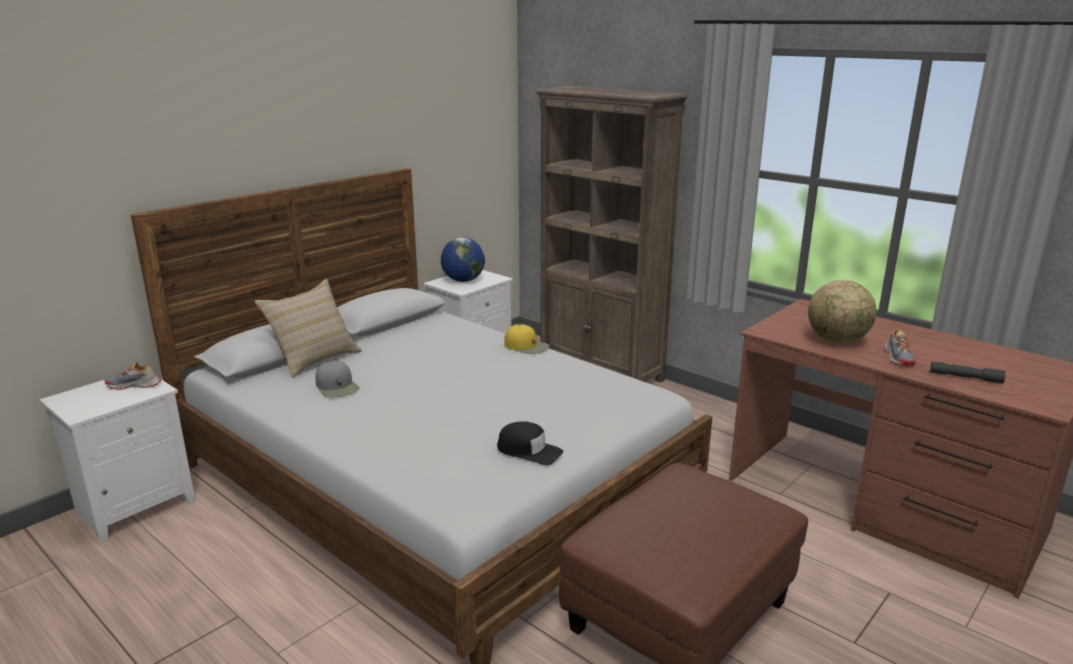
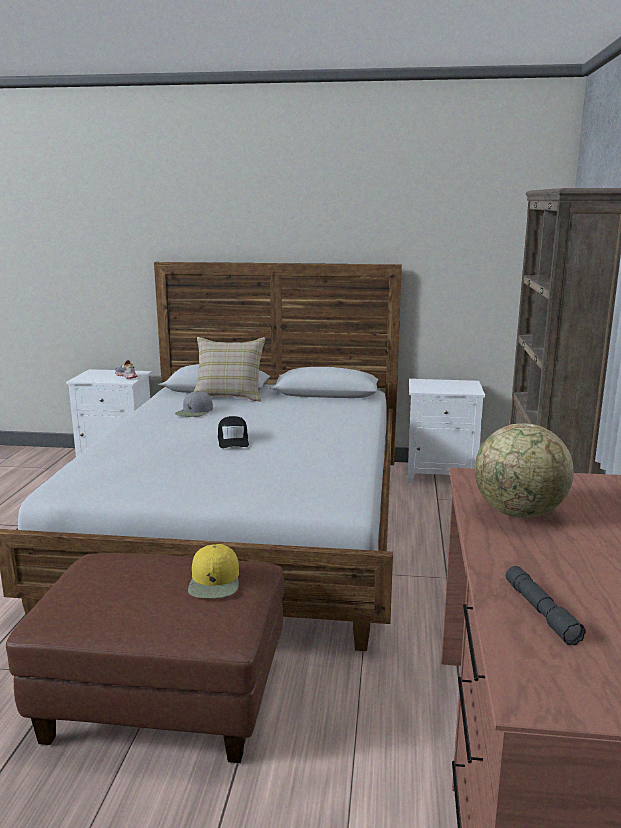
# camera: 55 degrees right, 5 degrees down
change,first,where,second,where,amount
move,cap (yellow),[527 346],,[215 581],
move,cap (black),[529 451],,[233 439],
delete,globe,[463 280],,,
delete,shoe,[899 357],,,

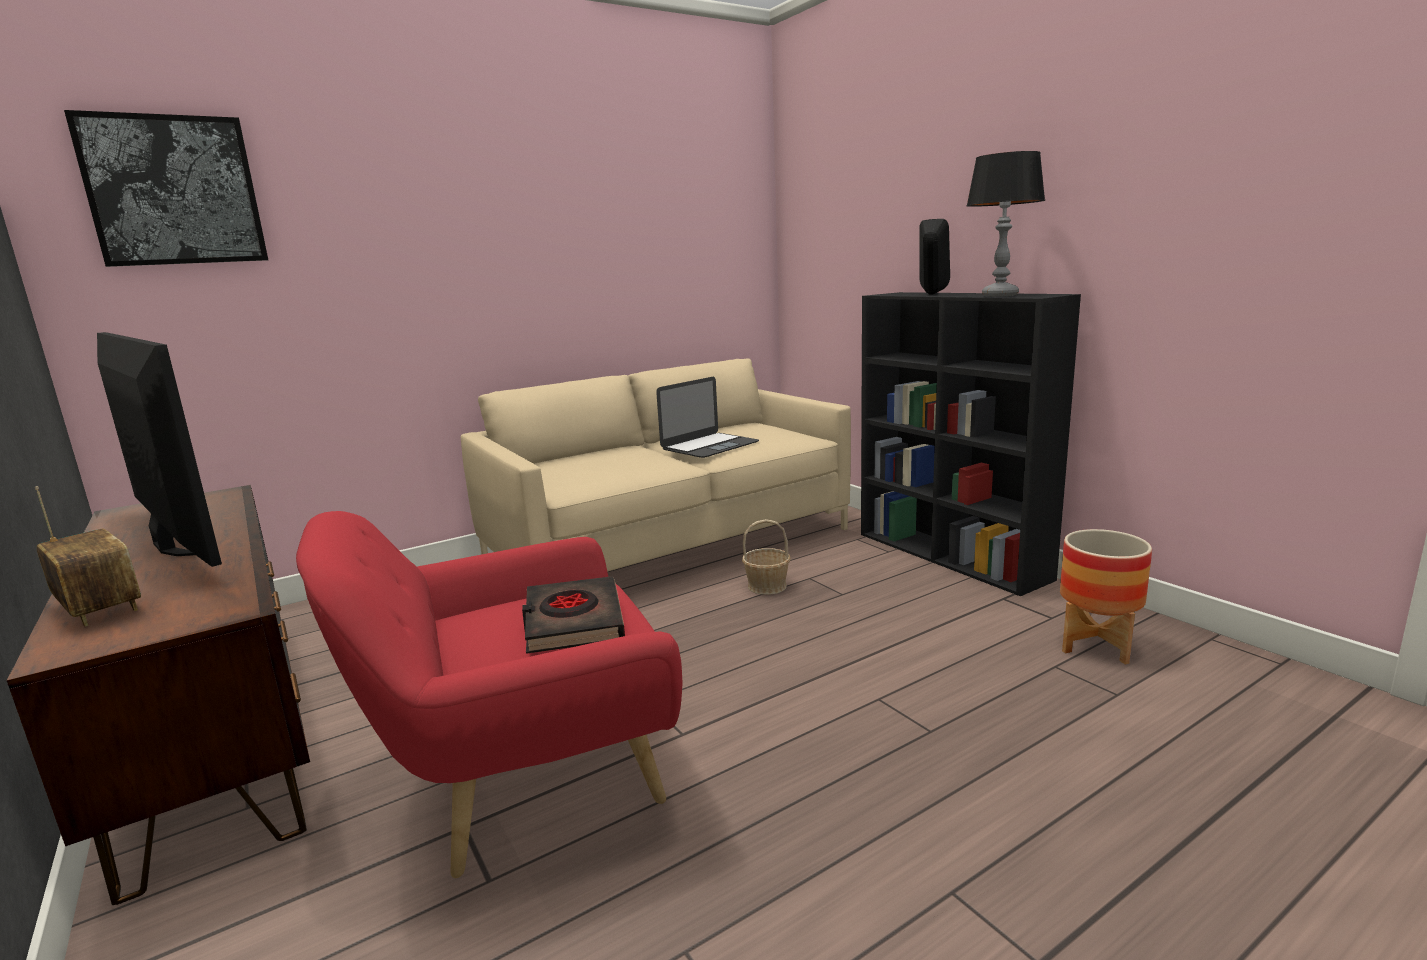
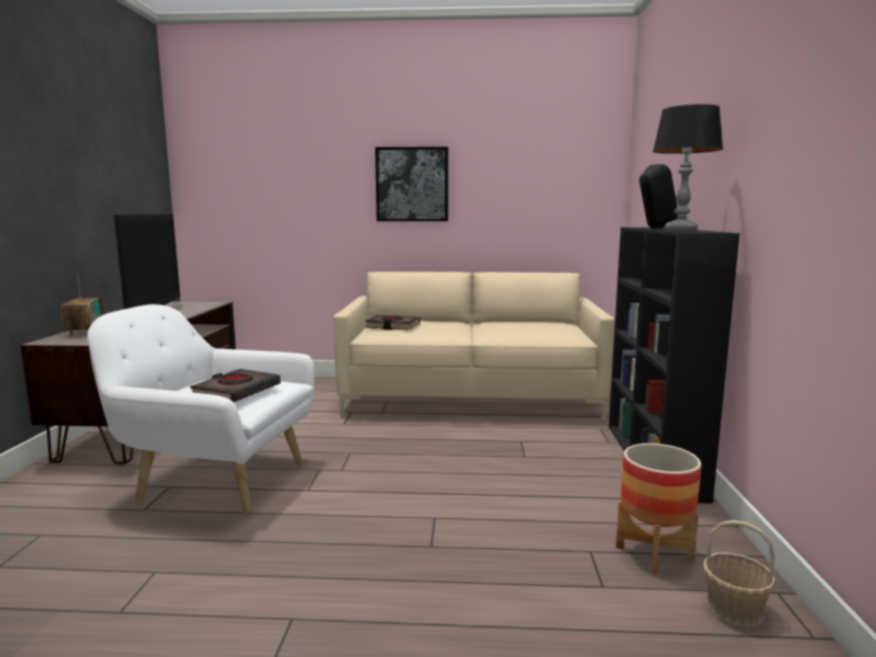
# camera: 35 degrees right, 5 degrees down
change,first,where,second,where,amount
recolor,armchair (red),[525 781],armchair (white),[216 480],
insert,,,book (black),[393 326],
move,picture,[174 191],,[412 184],
move,basket,[767 586],,[734 609],
delete,laptop,[710 445],,,

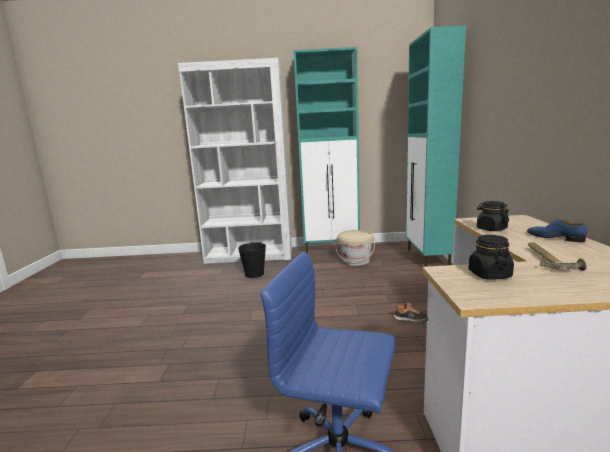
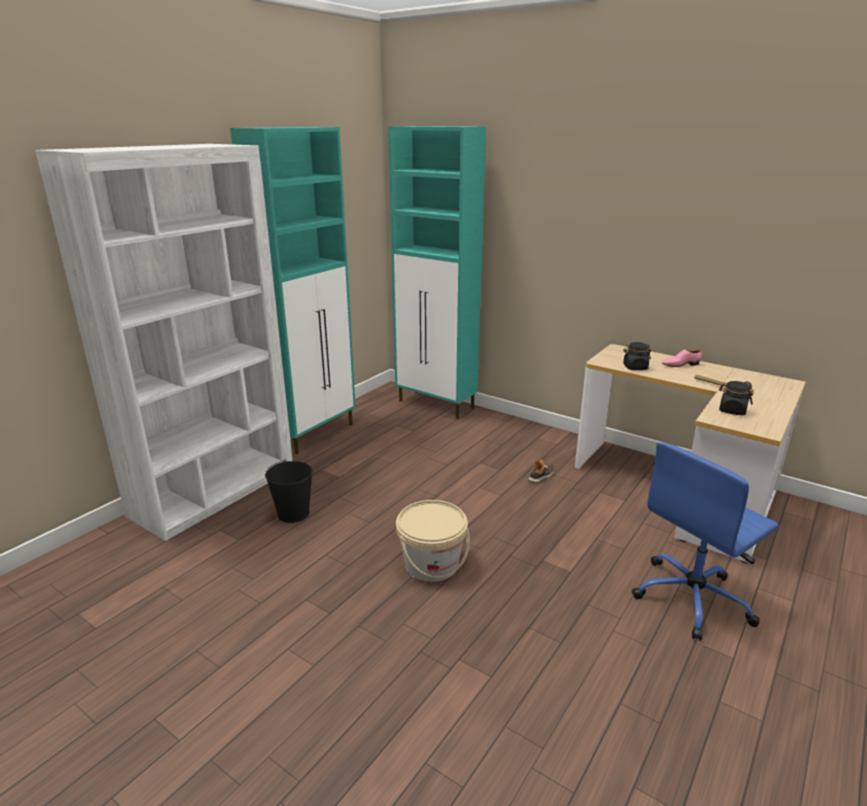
# camera: 55 degrees left, 10 degrees up
change,first,where,second,where,amount
move,bucket (beige),[355 261],,[432 564],
recolor,shoe (blue),[554 238],shoe (pink),[680 364],

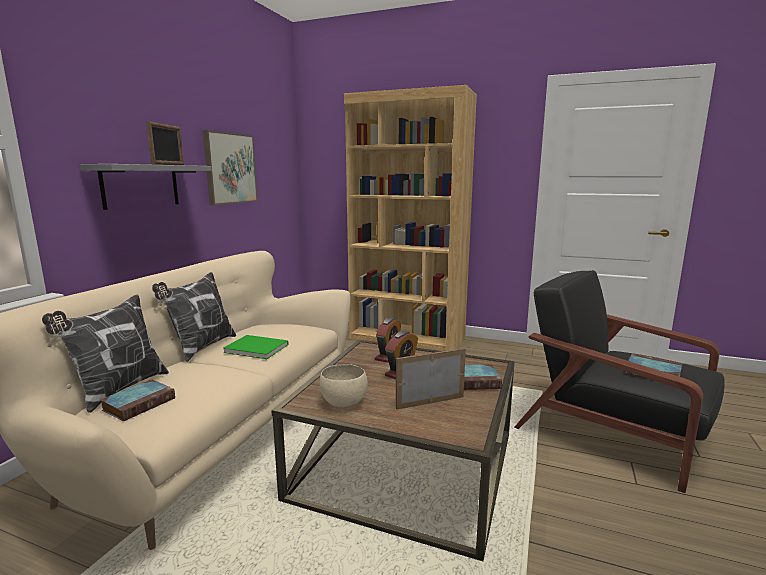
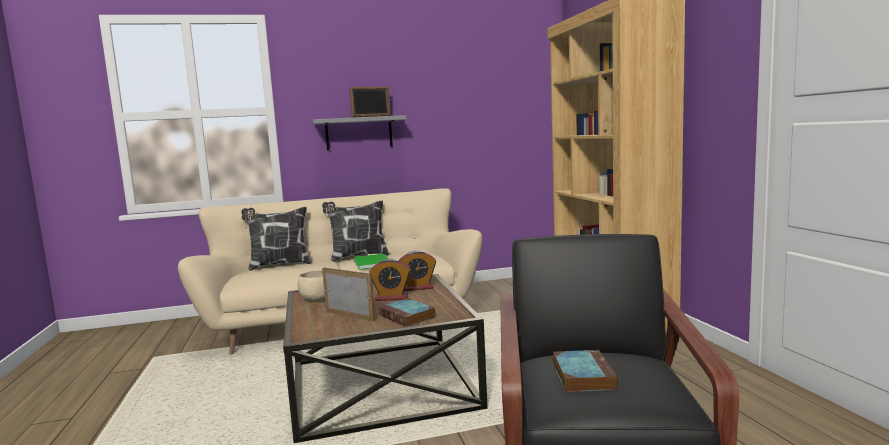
# camera: 55 degrees right, 5 degrees down
change,first,where,second,where,amount
delete,book,[140 403],,,
delete,picture,[230 168],,,

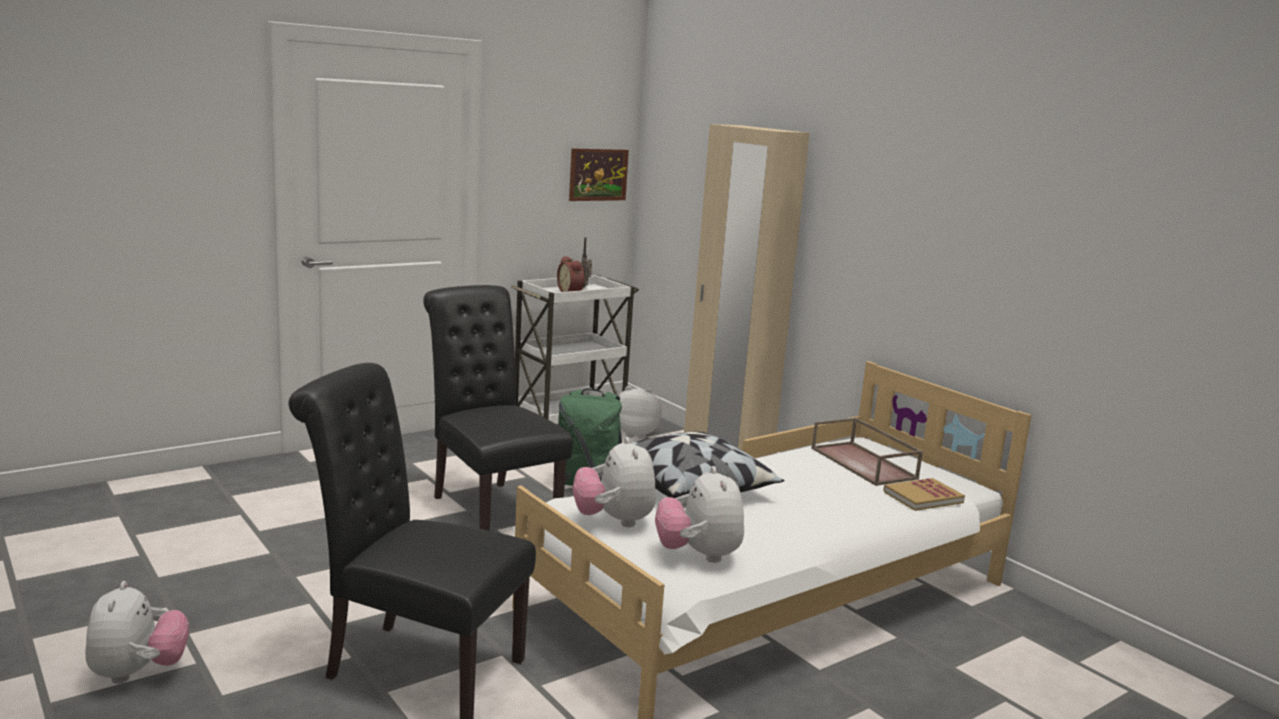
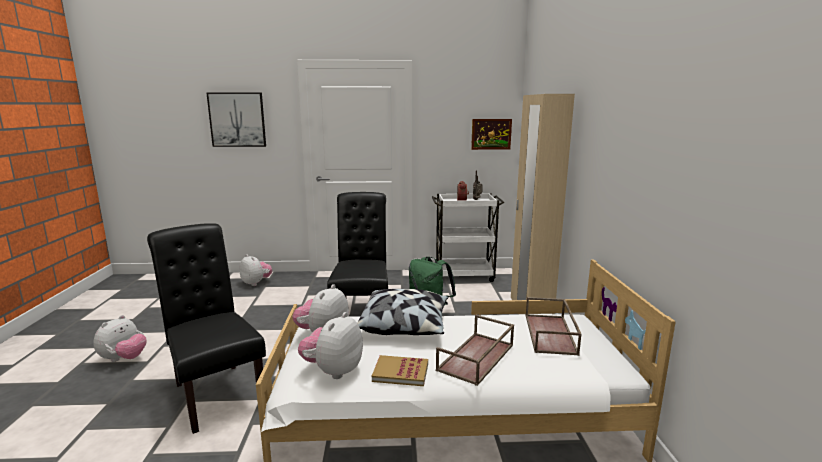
# camera: 35 degrees right, 0 degrees up
change,first,where,second,where,amount
insert,,,picture,[237 119],
move,plush toy,[637 434],,[256 283],
move,book,[923 497],,[400 372],
insert,,,tray (brown),[476 358],

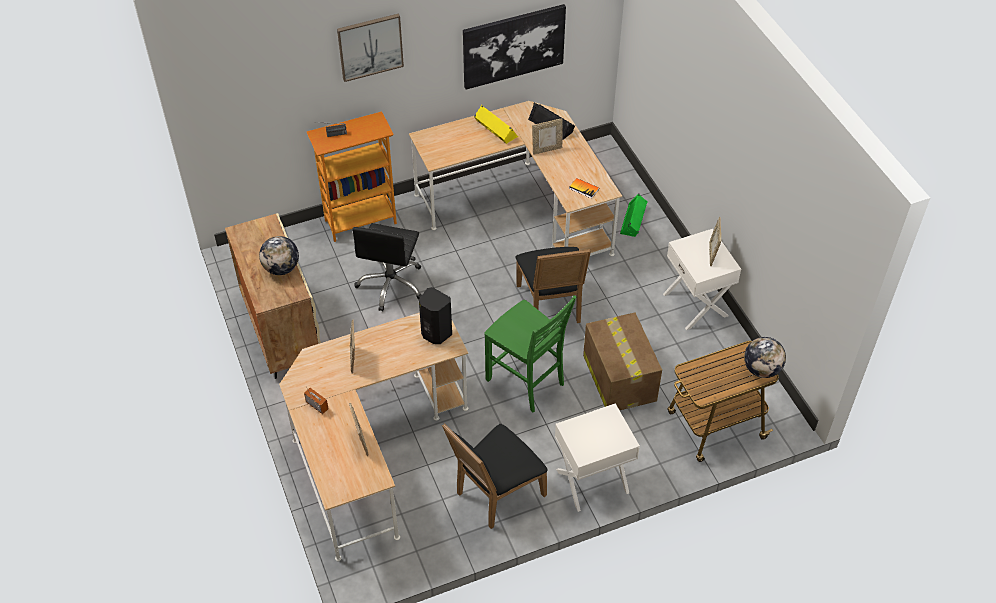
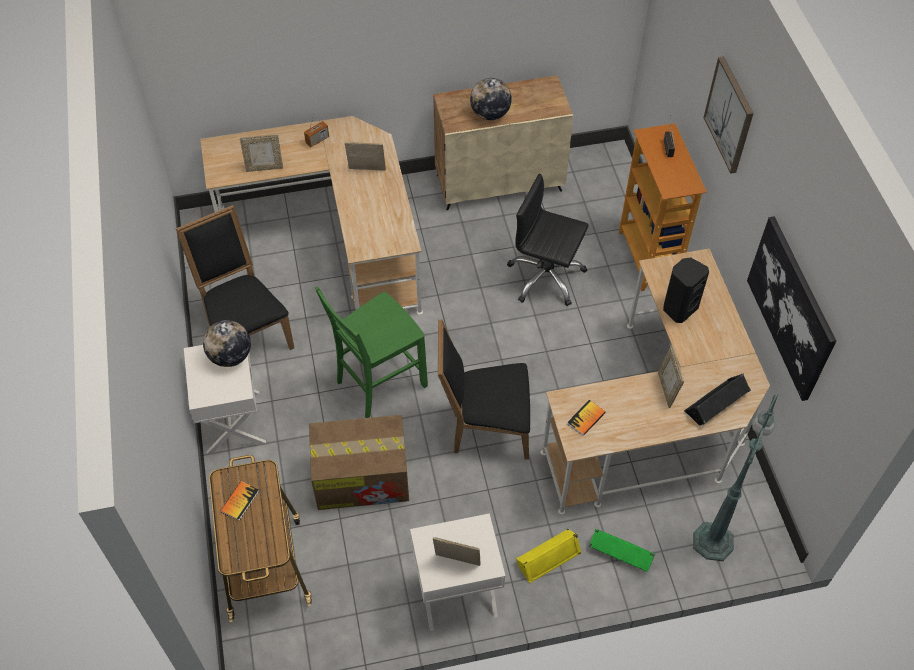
# camera: 100 degrees right, 5 degrees up
change,first,where,second,where,amount
move,globe,[761 369],,[230 356],
insert,,,book,[240 501],
move,speaker (yellow),[495 129],,[548 556],
move,speaker (black),[435 334],,[679 308],
insert,,,floor lamp (green),[714 539],

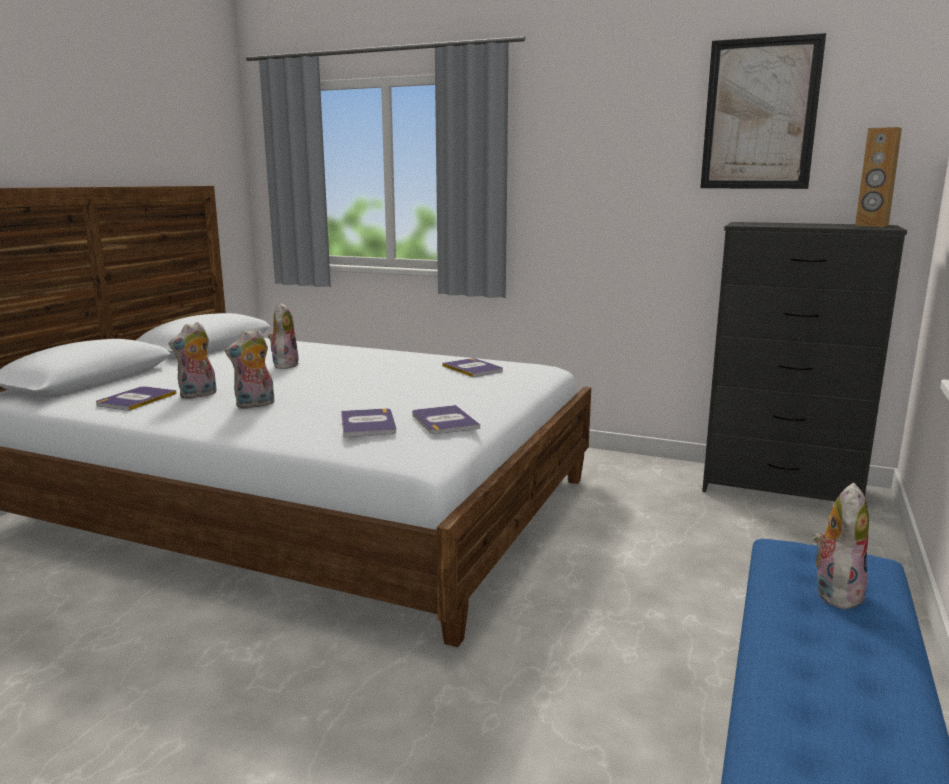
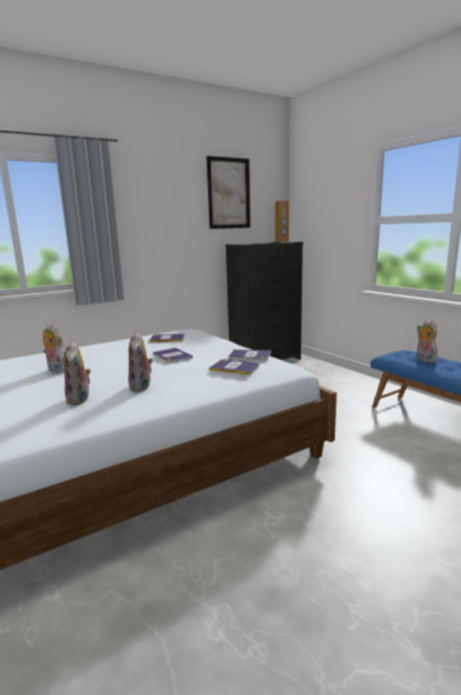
# camera: 55 degrees left, 0 degrees up
change,first,where,second,where,amount
move,book,[136 399],,[172 356],

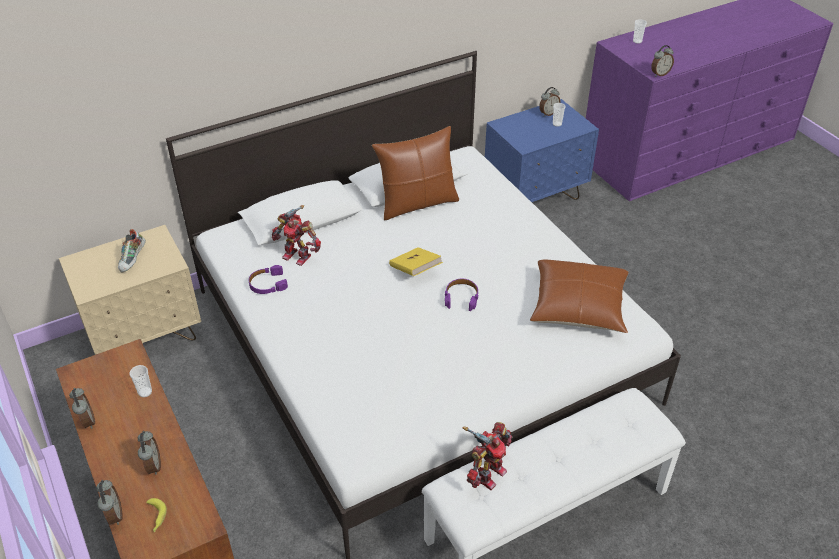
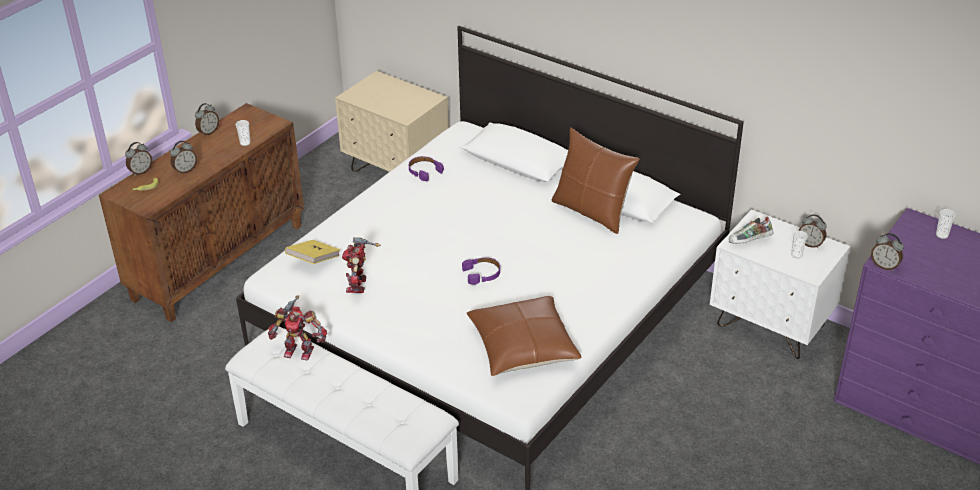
# camera: 65 degrees right, 5 degrees down
change,first,where,second,where,amount
move,book (yellow),[415 270],,[313 261],
move,toy robot,[298 255],,[358 285],
recolor,nightstand (blue),[534 197],nightstand (white),[770 326],
move,shoe,[133 260],,[749 241],

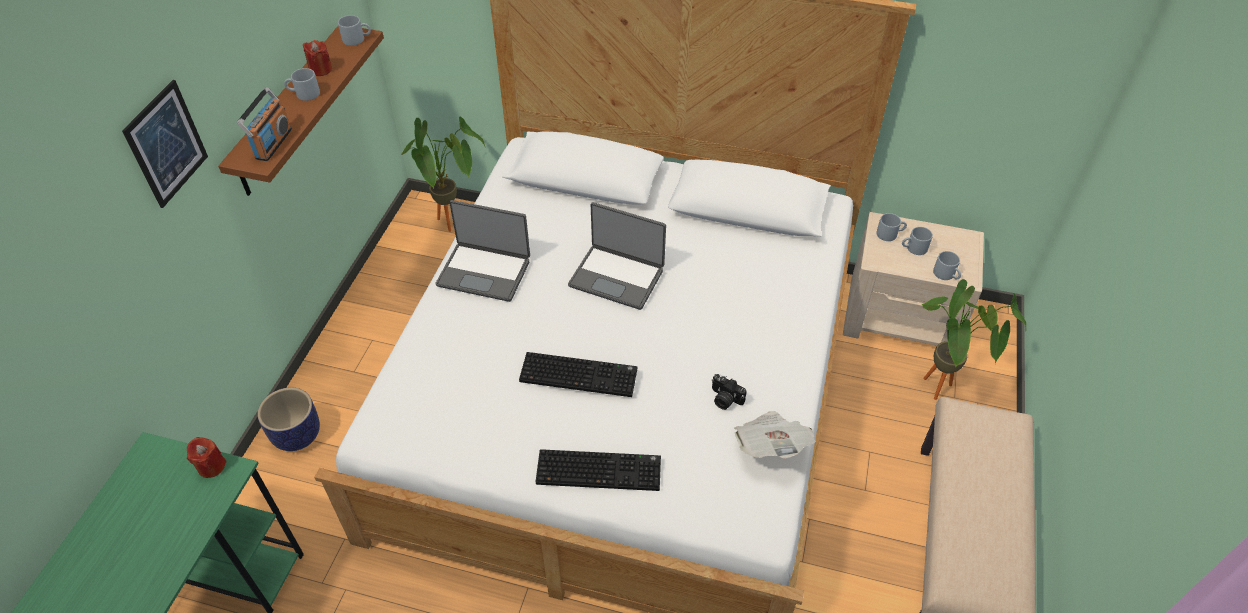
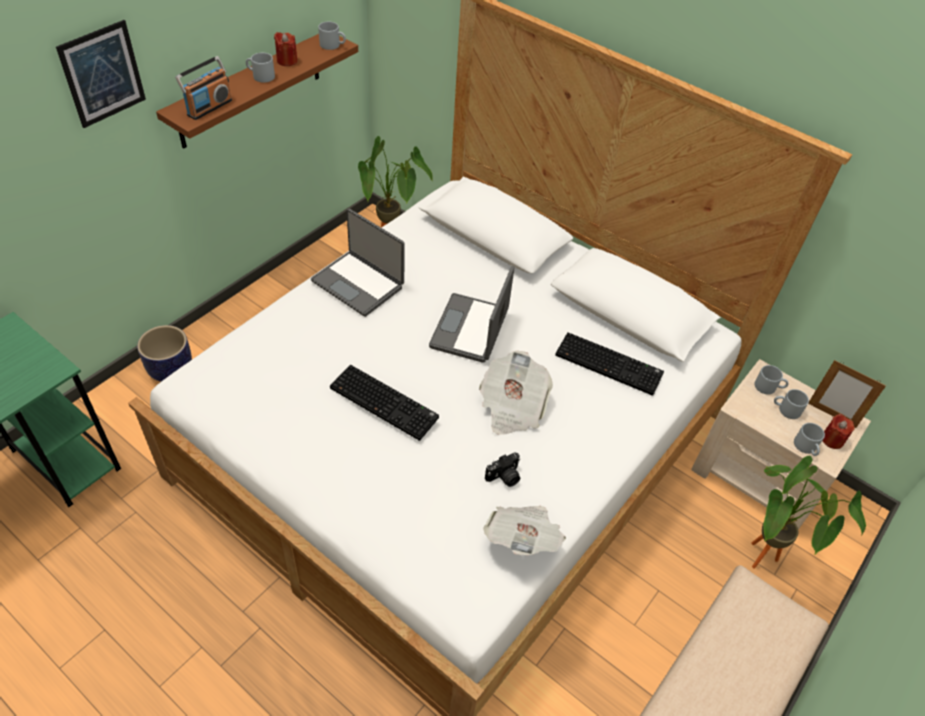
# camera: 20 degrees right, 0 degrees up
change,first,where,second,where,amount
rotate,laptop,[617 277],,[471 329],60 degrees clockwise
insert,,,newspaper,[512 407],
rotate,photo camera,[724 399],,[504 477],90 degrees counterclockwise
move,keyboard,[600 469],,[610 364],
insert,,,picture frame,[831 415],
move,candle (red),[211 466],,[832 440],

